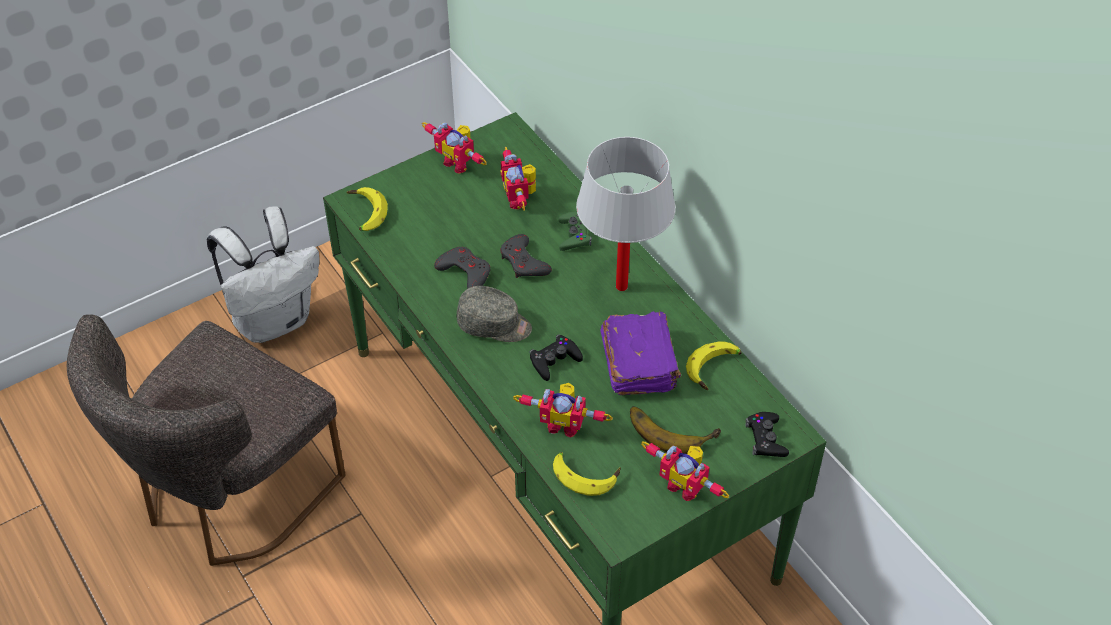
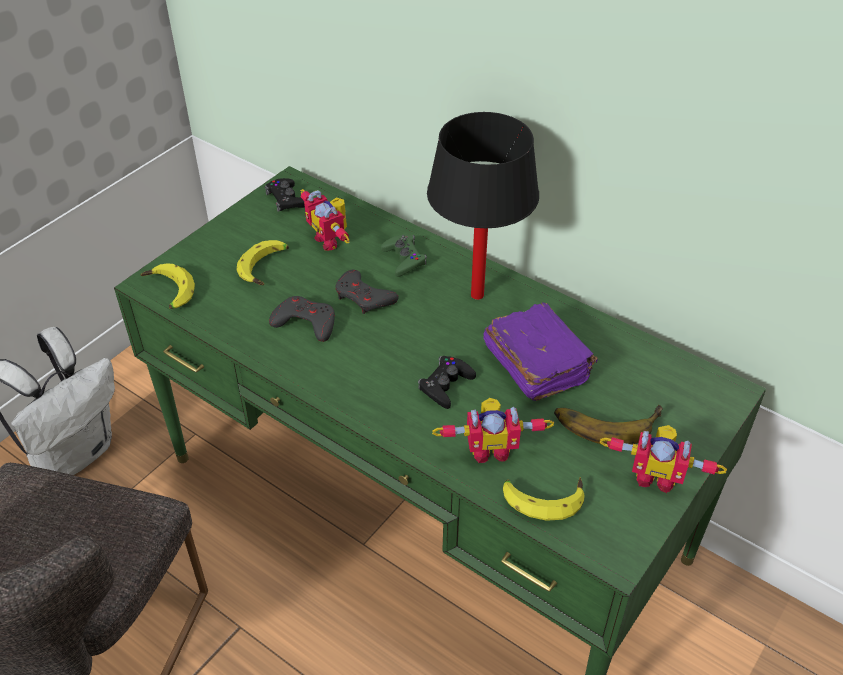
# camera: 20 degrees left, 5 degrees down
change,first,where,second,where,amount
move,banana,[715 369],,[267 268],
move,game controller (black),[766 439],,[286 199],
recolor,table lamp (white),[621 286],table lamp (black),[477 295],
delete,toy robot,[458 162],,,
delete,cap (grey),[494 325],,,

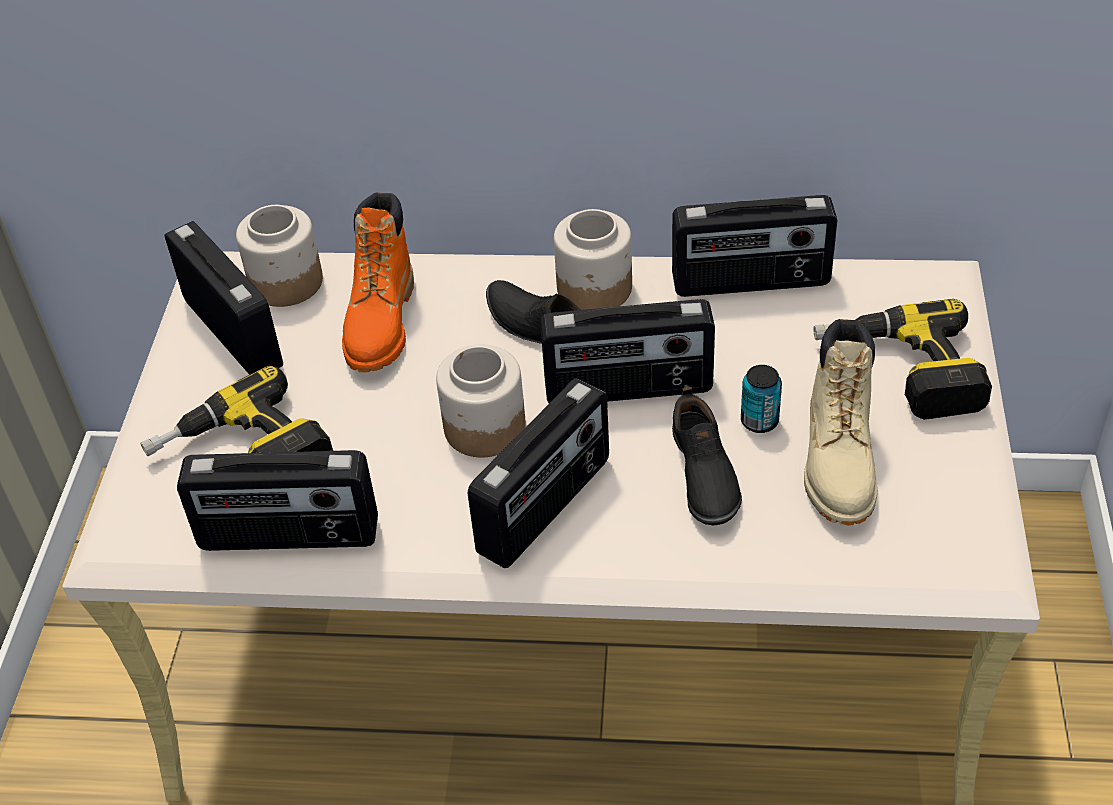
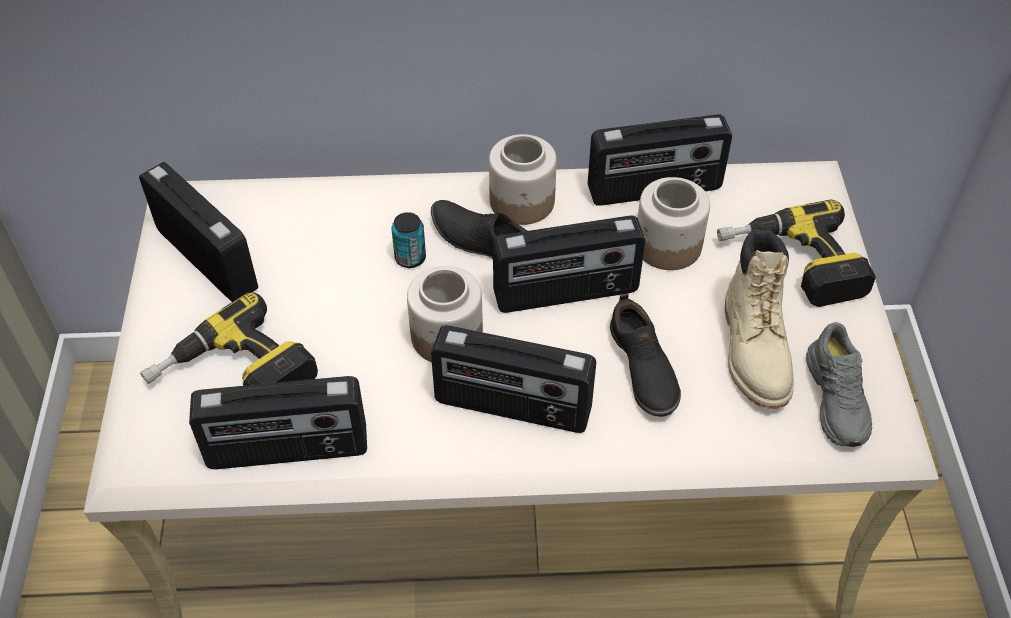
# camera: 10 degrees left, 5 degrees up
change,first,where,second,where,amount
move,can,[759 421],,[410 258],
rotate,radio,[546 507],,[512 407],75 degrees clockwise
move,jar,[285 283],,[667 246],
insert,,,shoe (grey),[838 398],
delete,boot (orange),[381 324],,,

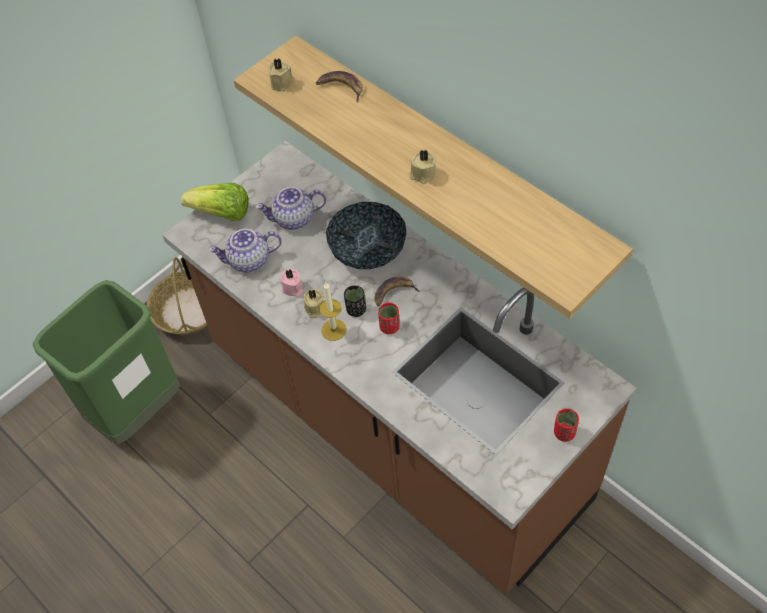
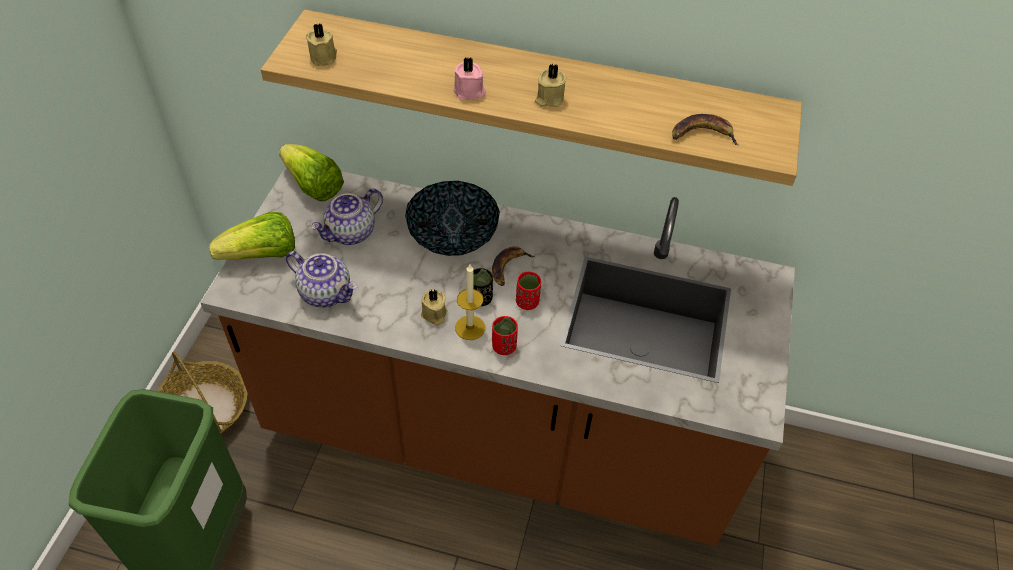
# camera: 35 degrees left, 5 degrees down
change,first,where,second,where,amount
insert,,,lettuce,[313 186],
rotate,teapot,[249 261],,[326 293],105 degrees counterclockwise
move,candle (pink),[292 289],,[469 92],
move,cup (red),[564 432],,[504 346],
move,banana,[341 87],,[702 135],

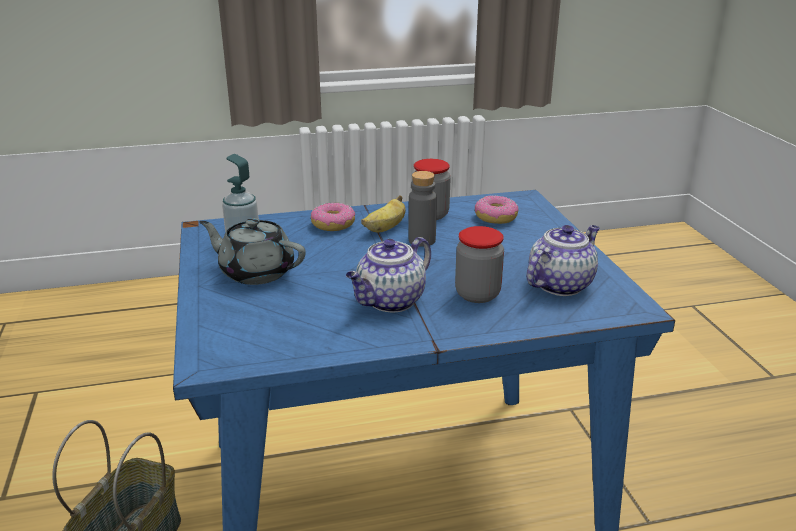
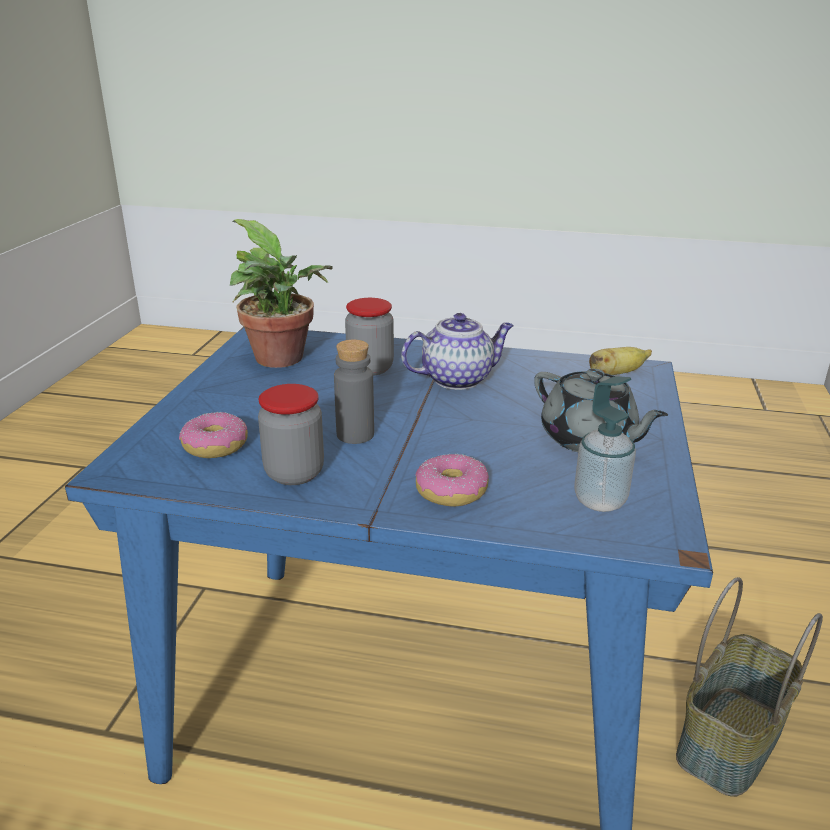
# camera: 155 degrees left, 0 degrees up
change,first,where,second,where,amount
replace,teapot,[560 284],potted plant,[284 360],
move,banana,[385 228],,[615 374],

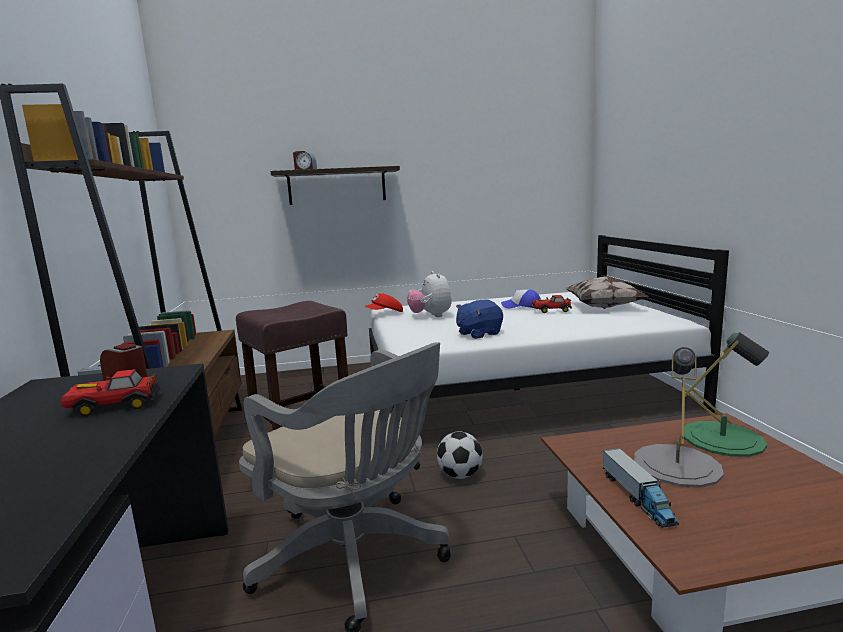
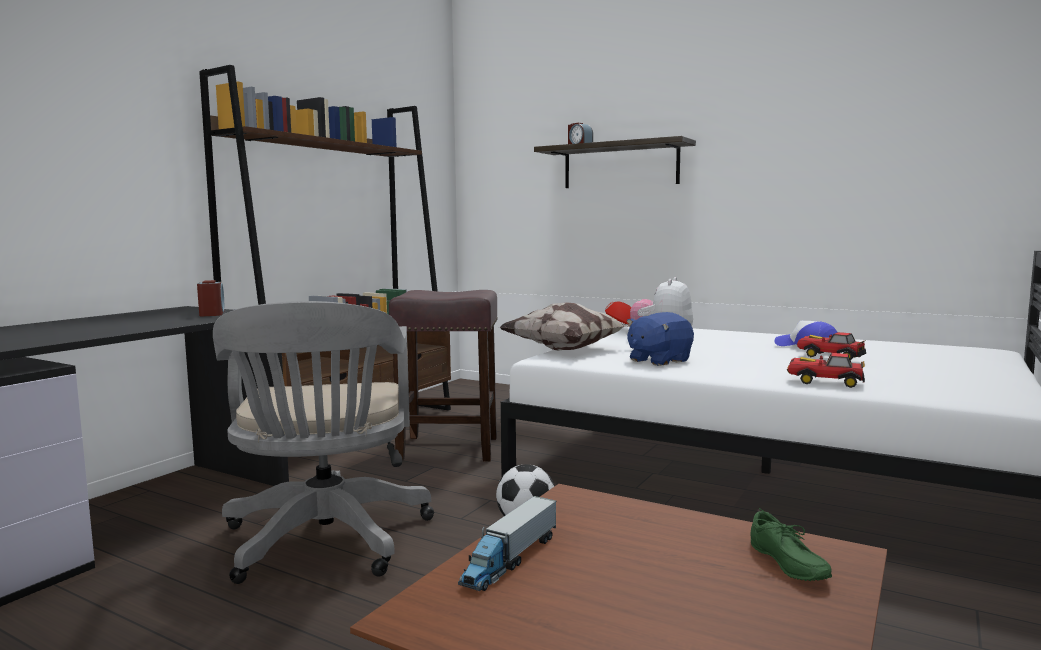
# camera: 40 degrees right, 5 degrees down
change,first,where,second,where,amount
move,pillow,[604 307],,[568 349],
rotate,plush toy (blue),[478 333],,[658 360],45 degrees counterclockwise
replace,table lamp (green),[722 438],shoe (green),[785 564],
move,toy car,[114 406],,[824 382],
delete,table lamp (grey),[676 465],,,

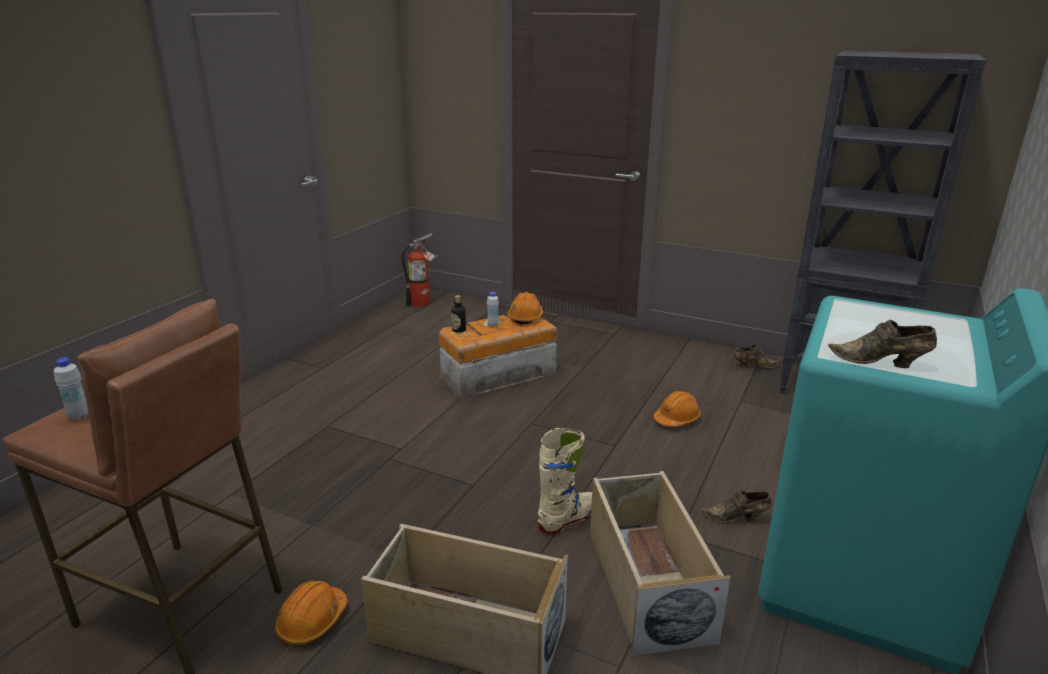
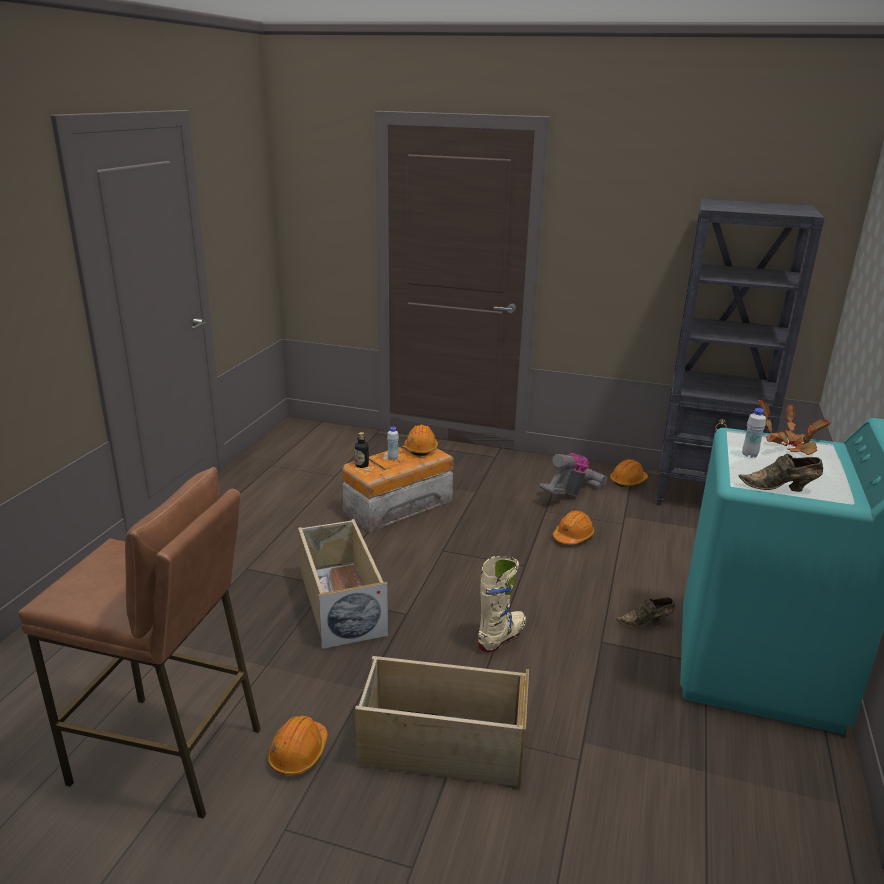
# camera: 10 degrees left, 0 degrees up
change,first,where,second,where,amount
move,storage box (beige),[646 583],,[340 602],
insert,,,vacuum cleaner,[572 493],
replace,shoe (brown),[753 366],hard hat (orange),[628 481],
move,bottle (white),[79 416],,[749 455],
insert,,,potted plant,[789 445],
delete,fire extinguisher,[423 303],,,

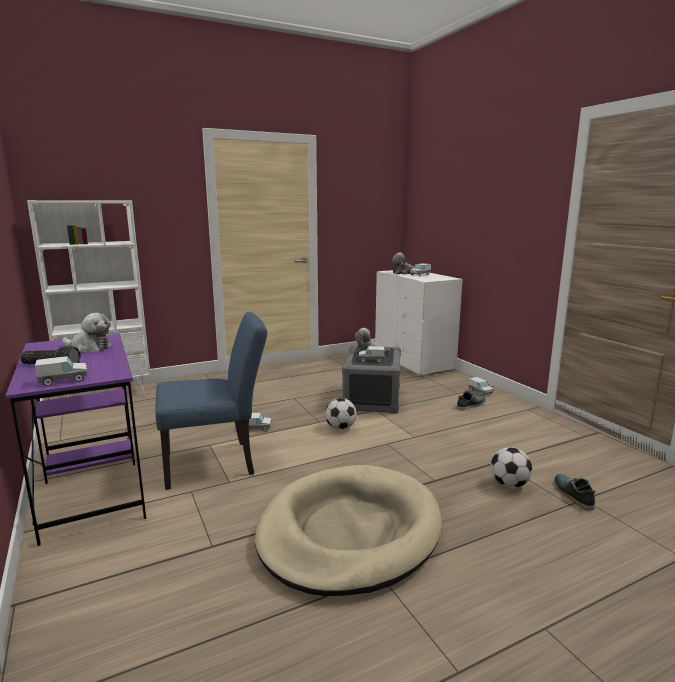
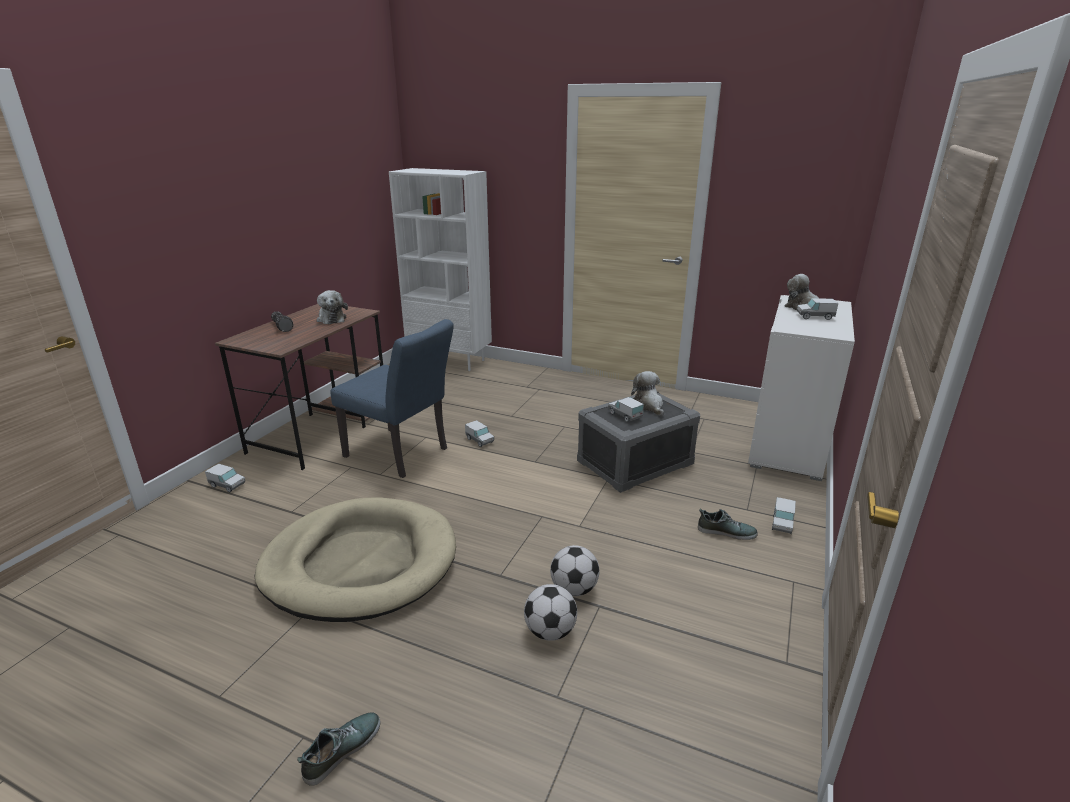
# camera: 50 degrees right, 10 degrees up
change,first,where,second,where,amount
move,toy truck,[63 380],,[227 485],
recolor,desk (purple),[92 486],desk (brown),[321 430],
move,shoe,[572 494],,[342 749],
move,football,[340 428],,[574 589],

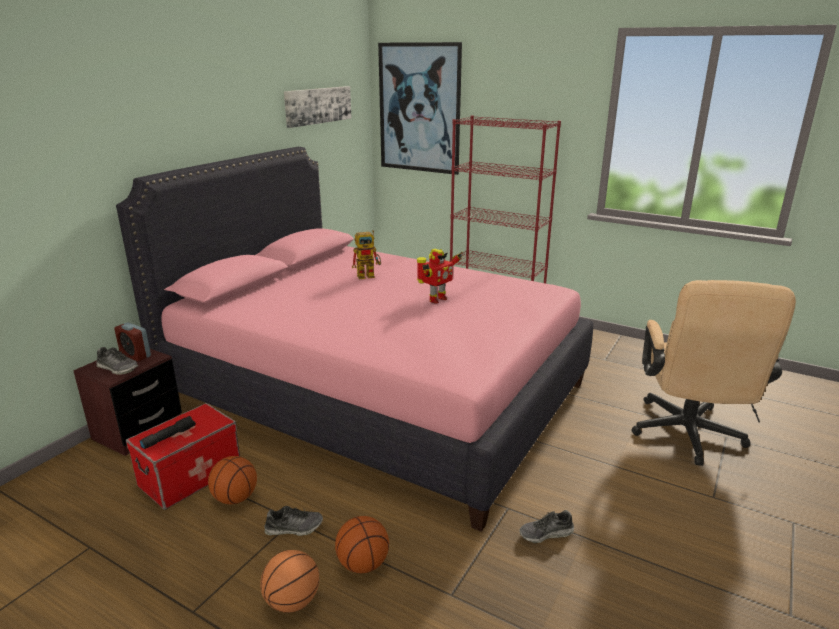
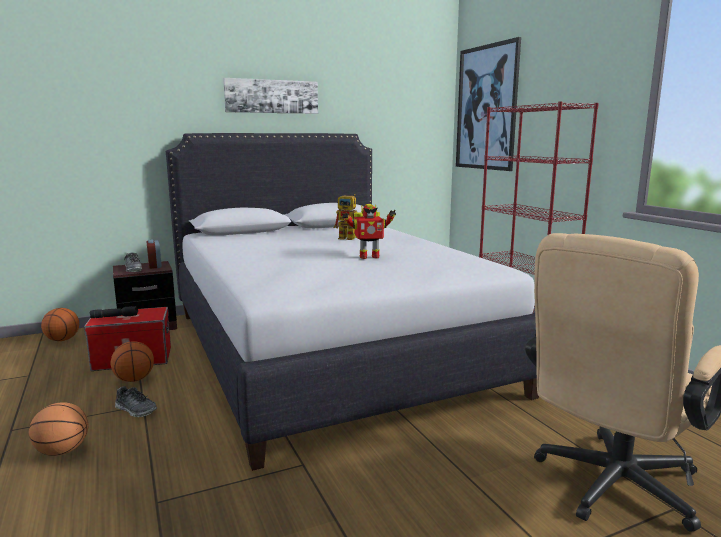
# camera: 35 degrees right, 10 degrees down
change,first,where,second,where,amount
move,basketball,[363 564],,[62 340],
recolor,bed (pink),[376 393],bed (white),[328 349],
move,picture,[318 105],,[271 96],
delete,shoe,[546 533],,,

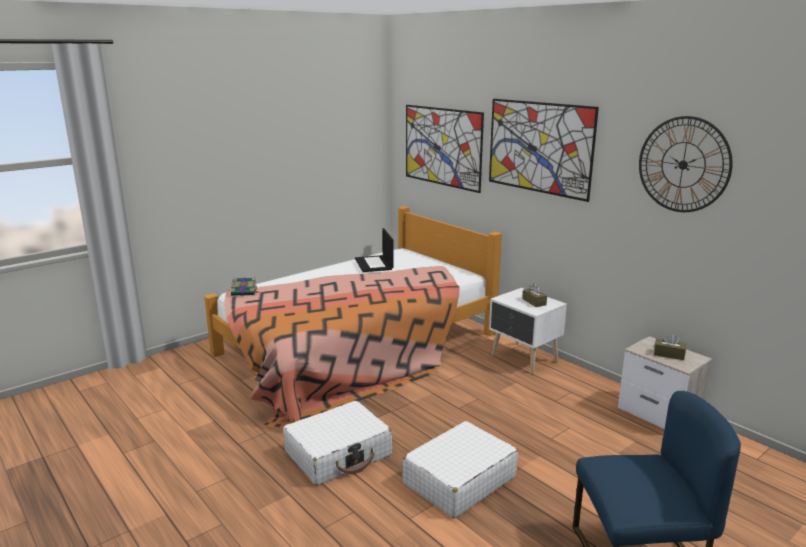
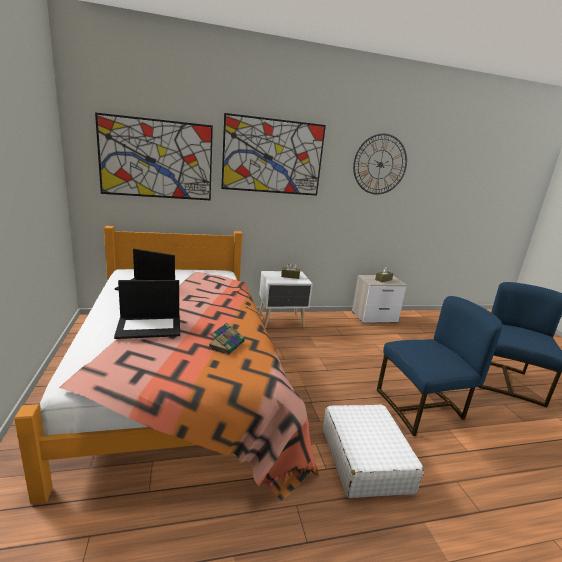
# camera: 65 degrees left, 0 degrees up
change,first,where,second,where,amount
insert,,,laptop,[150 326],
move,book,[245 292],,[227 344],
replace,suitcase (white),[459 480],chair (blue),[422 408],

